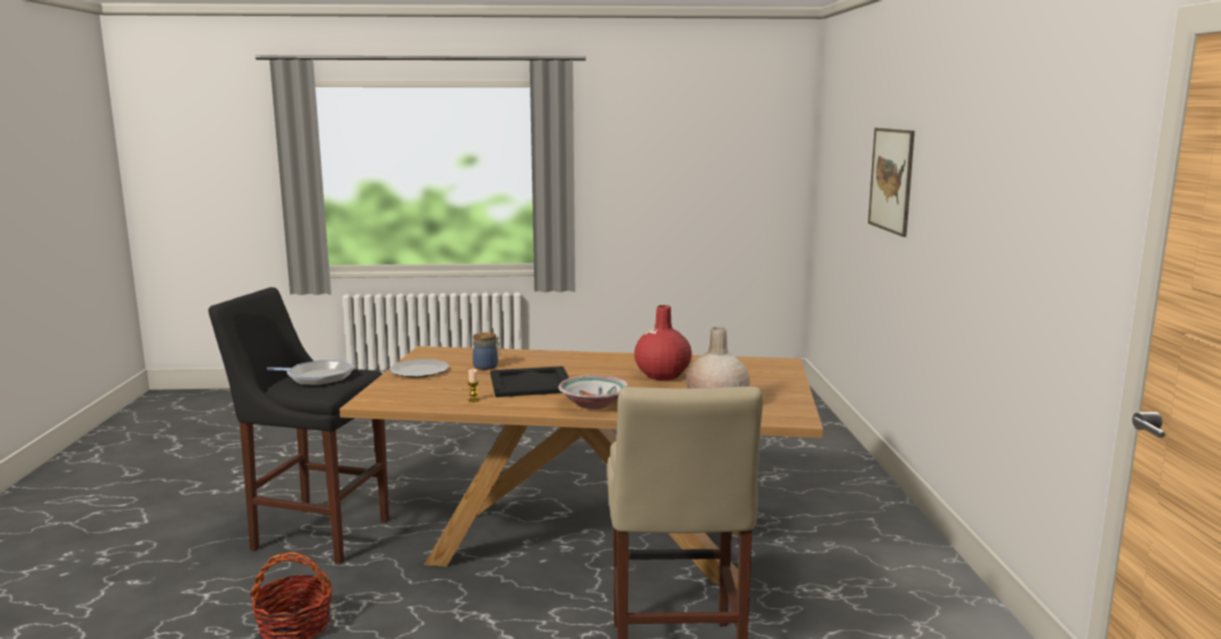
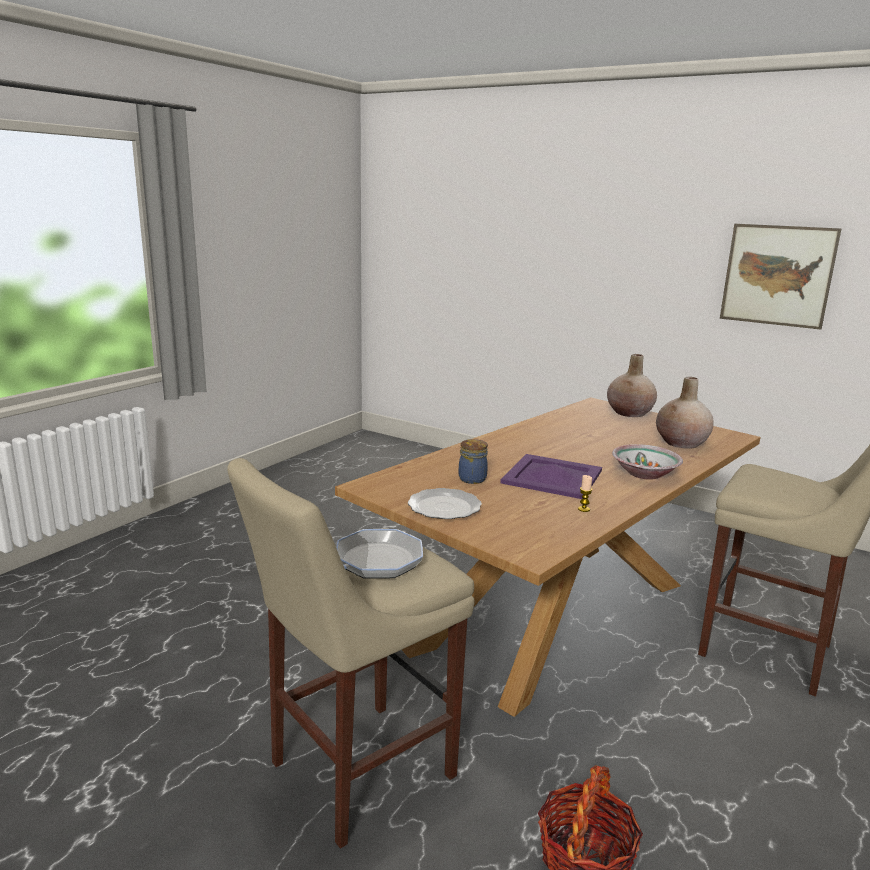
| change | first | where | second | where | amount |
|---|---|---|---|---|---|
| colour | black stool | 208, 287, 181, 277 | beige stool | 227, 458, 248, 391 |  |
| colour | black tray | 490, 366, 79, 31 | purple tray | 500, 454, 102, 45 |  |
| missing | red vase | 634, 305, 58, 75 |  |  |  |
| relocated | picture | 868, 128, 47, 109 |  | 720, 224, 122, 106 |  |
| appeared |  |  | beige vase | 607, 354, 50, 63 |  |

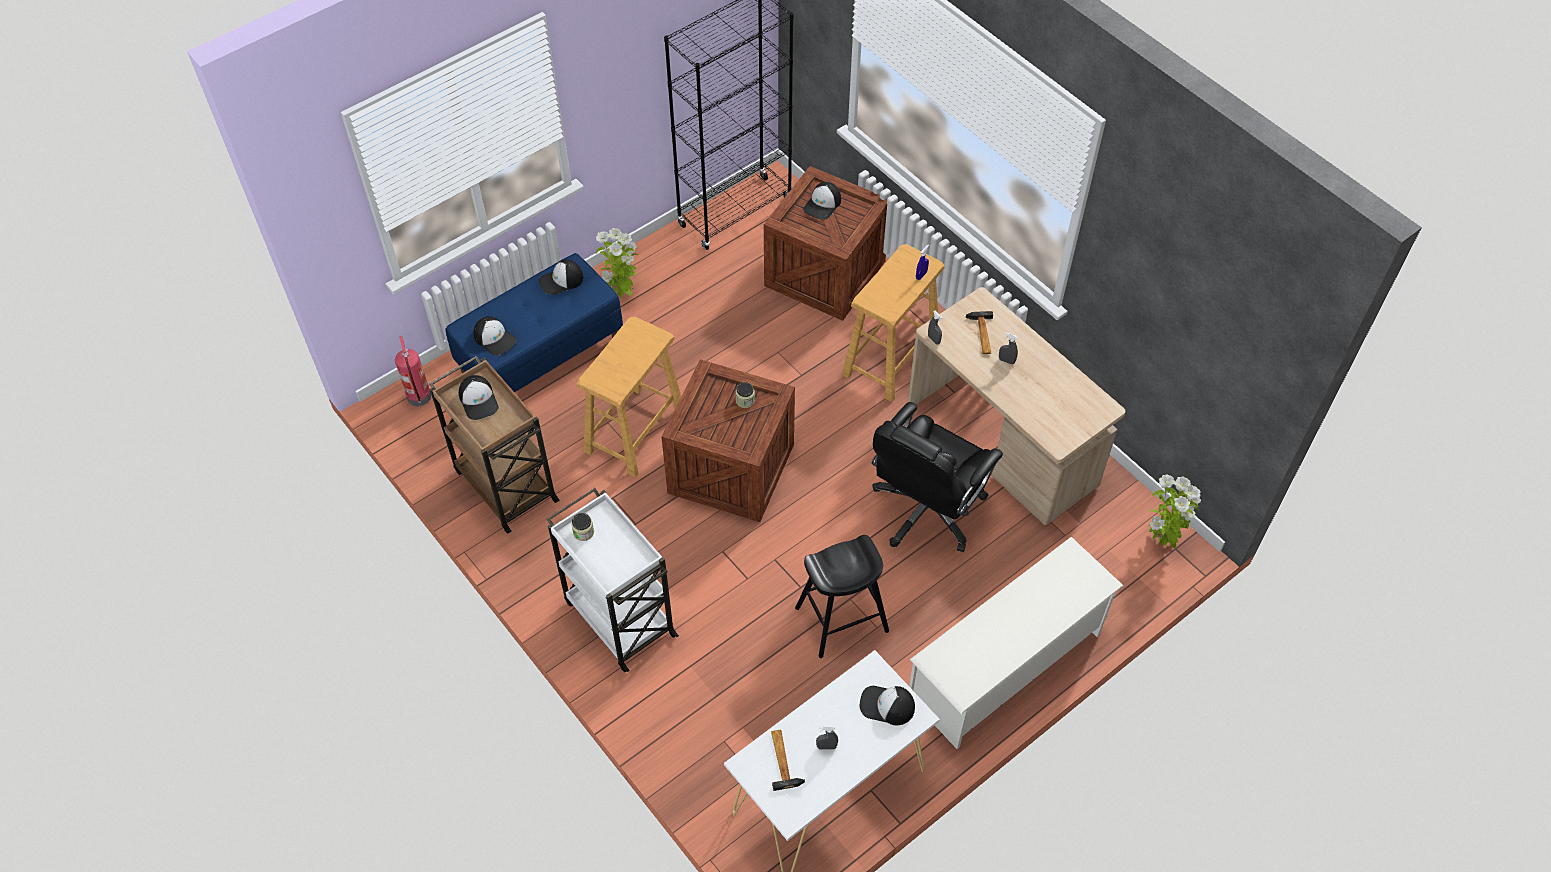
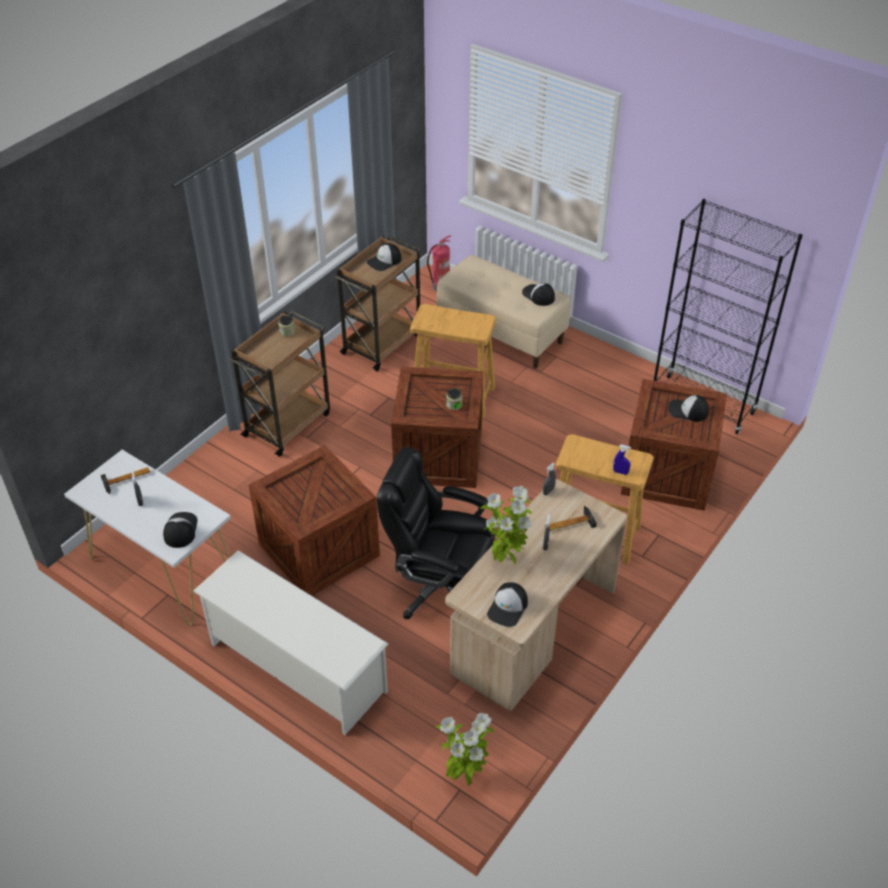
| change | first | where | second | where | amount |
|---|---|---|---|---|---|
| colour | blue bench | 446, 253, 177, 139 | beige bench | 437, 255, 134, 114 |  |
| relocated | cap | 473, 316, 44, 39 |  | 487, 582, 41, 45 |  |
| colour | white cart | 547, 488, 132, 184 | brown cart | 229, 311, 101, 146 |  |
| relocated | potted plant | 596, 228, 43, 69 |  | 480, 486, 52, 78 |  |
| exchanged | black stool | 795, 535, 94, 123 | crate | 249, 445, 131, 151 |  |

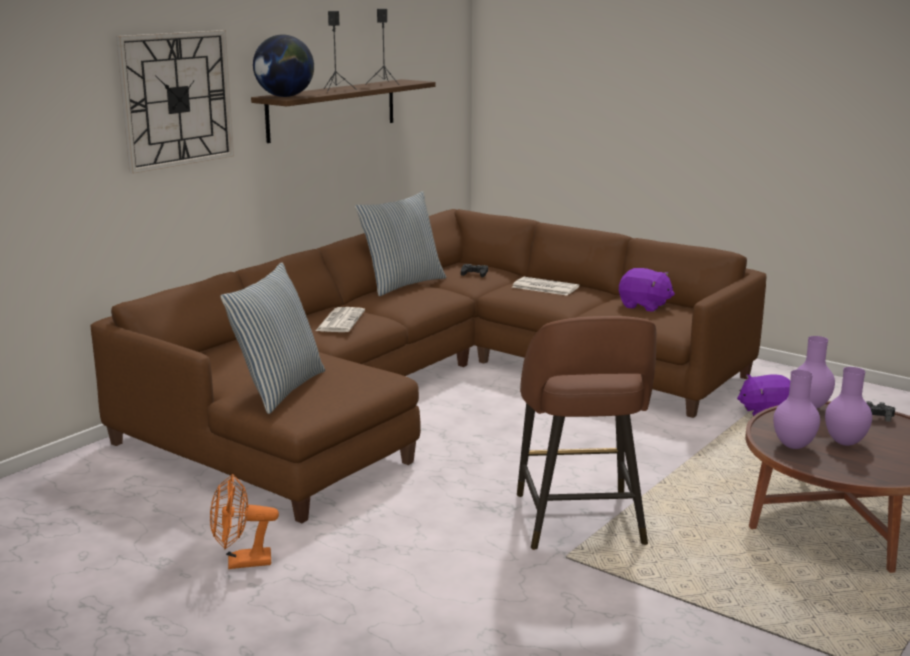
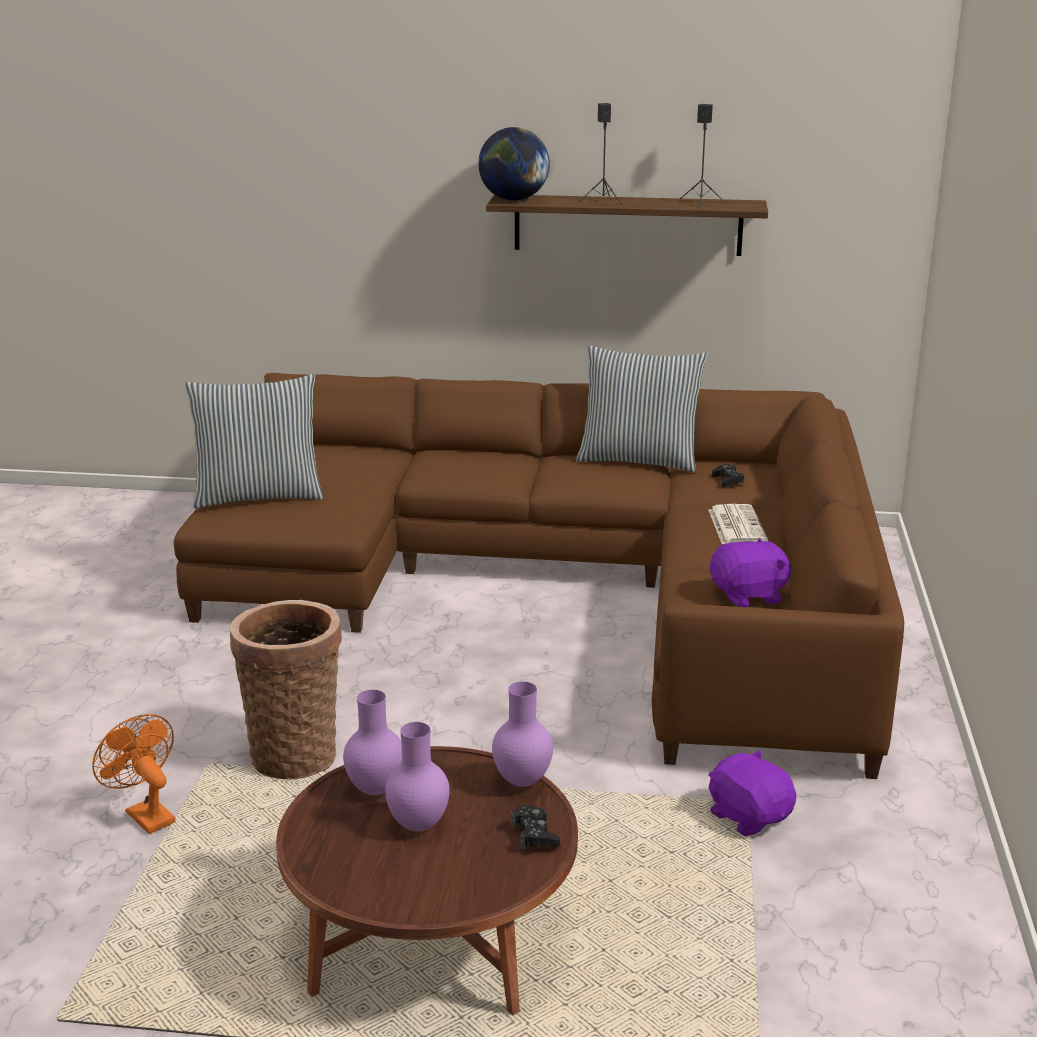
| change | first | where | second | where | amount |
|---|---|---|---|---|---|
| missing | wall clock | 116, 30, 118, 143 |  |  |  |
| relocated | orange fan | 210, 474, 69, 95 |  | 92, 714, 83, 120 |  |
| missing | newspaper | 315, 307, 50, 25 |  |  |  |
| exchanged | brown stool | 517, 316, 139, 234 | basket | 230, 600, 112, 180 |  |
| spun | purple plush toy | 619, 268, 56, 44 |  | 710, 537, 82, 70 | 105 degrees counterclockwise |

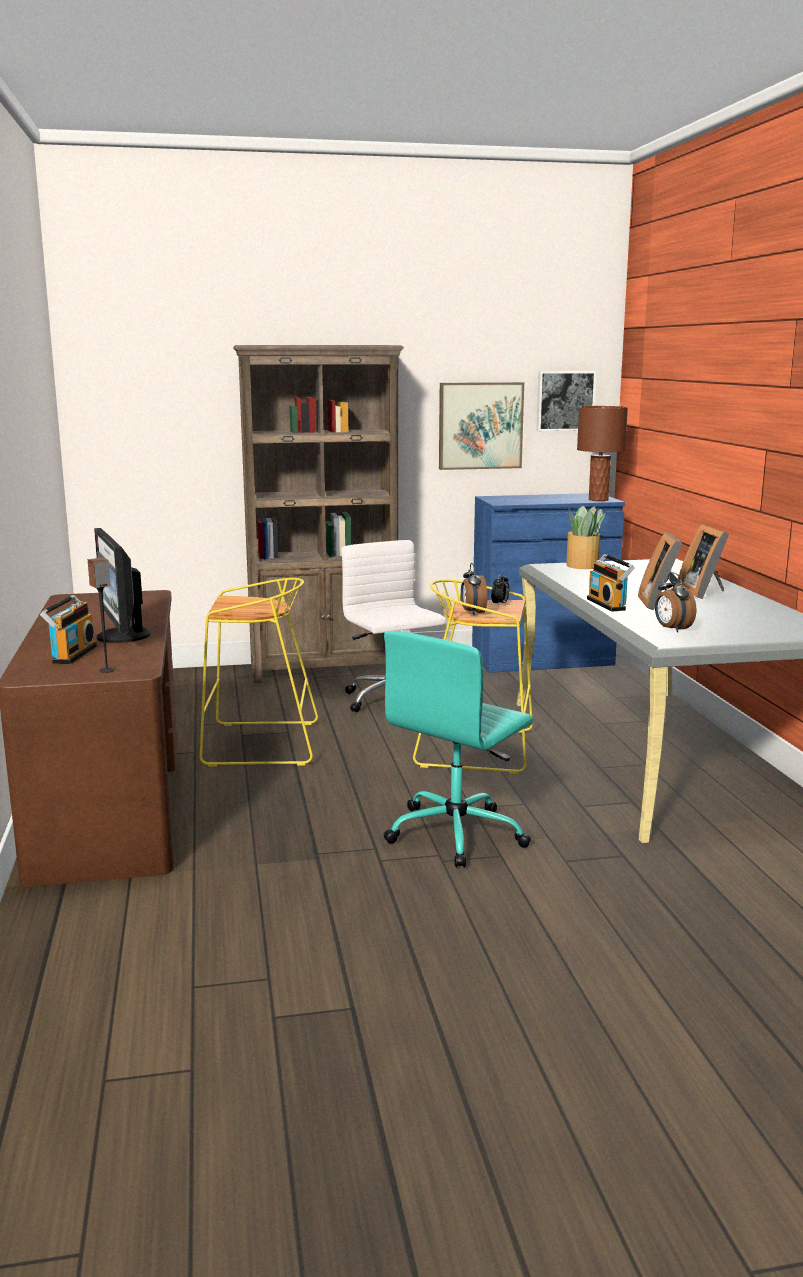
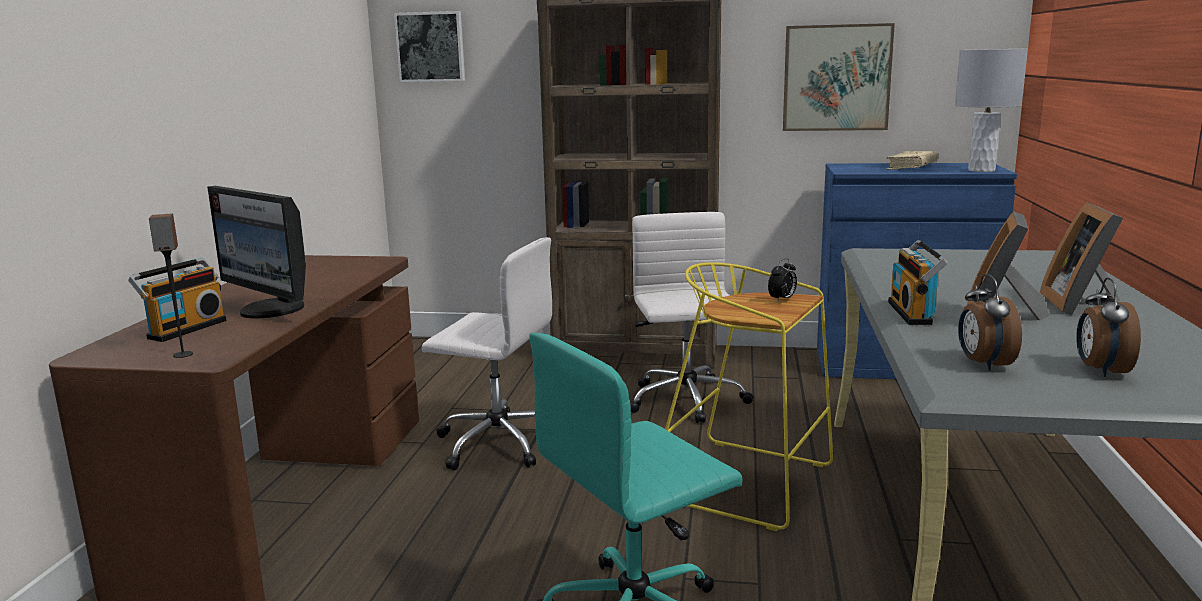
| change | first | where | second | where | amount |
|---|---|---|---|---|---|
| spun | monitor | 94, 528, 57, 115 |  | 207, 186, 99, 133 | 45 degrees counterclockwise |
| exchanged | yellow stool | 200, 578, 118, 189 | white office chair | 422, 237, 130, 234 |  |
| relocated | alarm clock | 461, 563, 26, 52 |  | 1076, 278, 65, 99 |  |
| relocated | picture | 536, 371, 60, 60 |  | 394, 11, 71, 71 |  |
| missing | potted plant | 566, 506, 40, 63 |  |  |  |
| colour | brown table lamp | 577, 406, 51, 95 | grey table lamp | 955, 49, 73, 123 |  |
| appeared |  |  | beige book | 887, 151, 51, 19 |  |

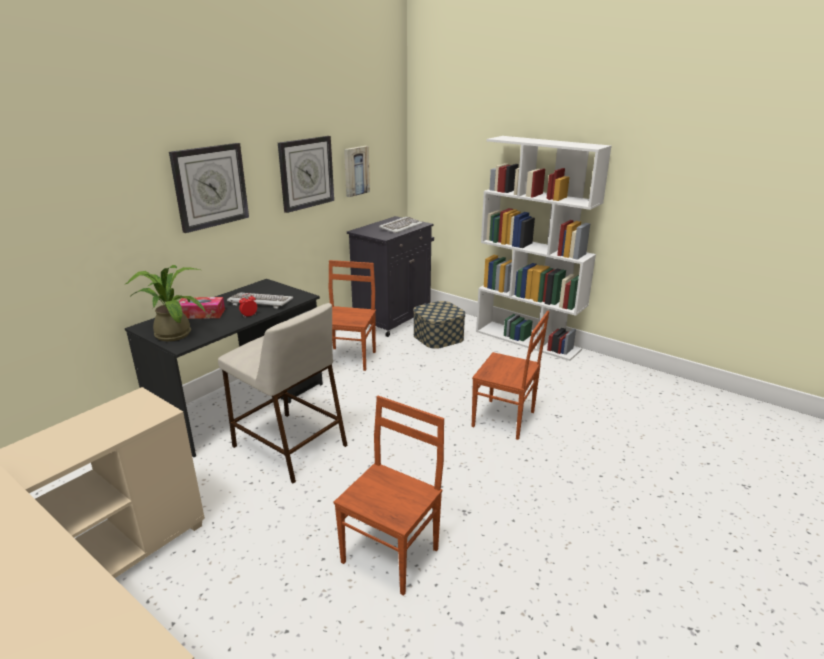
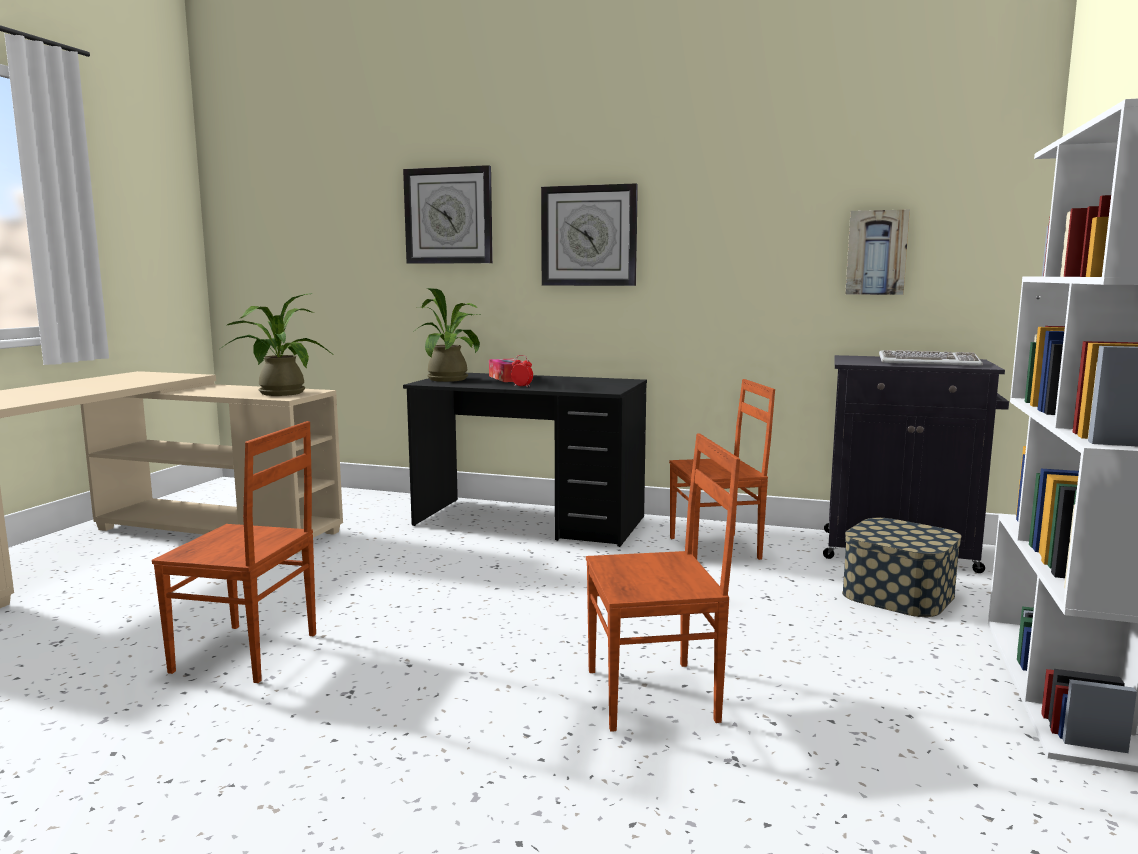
| change | first | where | second | where | amount |
|---|---|---|---|---|---|
| missing | beige stool | 218, 303, 130, 181 |  |  |  |
| missing | keyboard | 227, 292, 66, 17 |  |  |  |
| relocated | wall clock | 278, 136, 56, 77 |  | 403, 165, 90, 99 |  |
| spun | brown chair | 472, 311, 77, 129 |  | 586, 433, 154, 299 | 105 degrees counterclockwise |
| appeared |  |  | potted plant | 220, 293, 114, 103 |  |

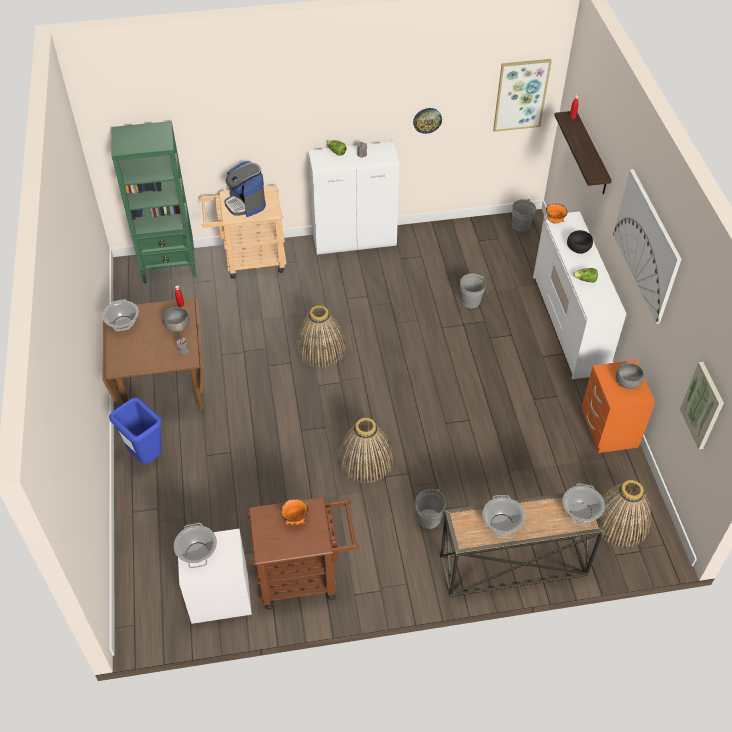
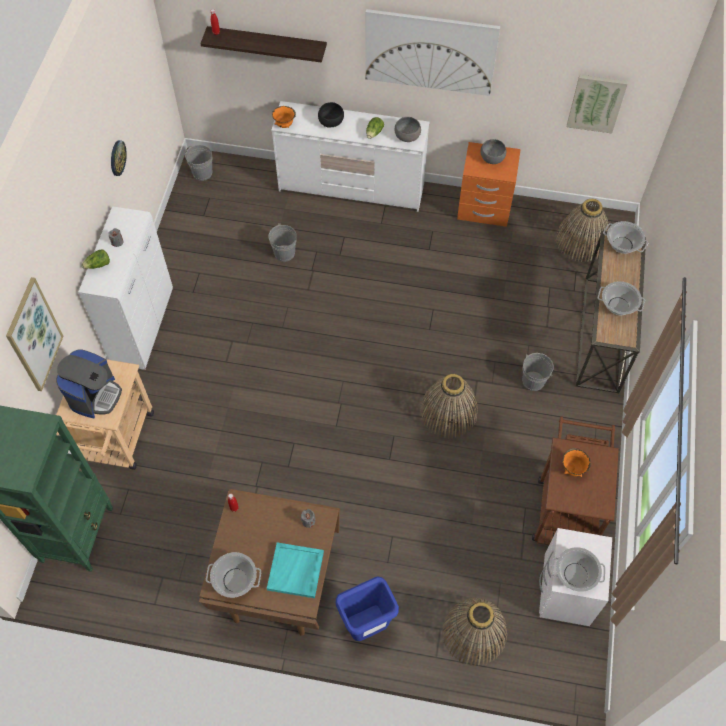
| change | first | where | second | where | amount |
|---|---|---|---|---|---|
| relocated | grey bowl | 163, 307, 27, 25 |  | 395, 117, 26, 25 |  |
| spun | coffee machine | 224, 161, 42, 56 |  | 56, 350, 66, 68 | 60 degrees counterclockwise |
| relocated | basket | 296, 305, 50, 63 |  | 442, 598, 65, 68 |  |
| relocated | picture | 493, 59, 59, 73 |  | 6, 277, 58, 114 |  |
| appeared |  |  | turquoise tray | 267, 542, 57, 56 |  |

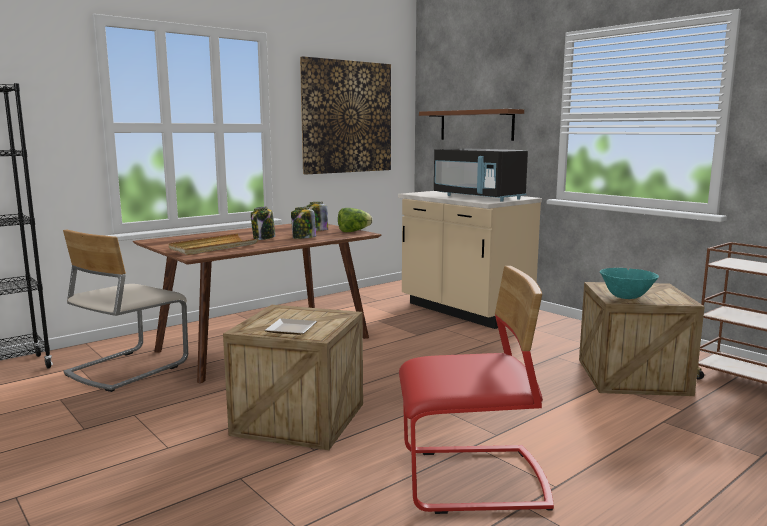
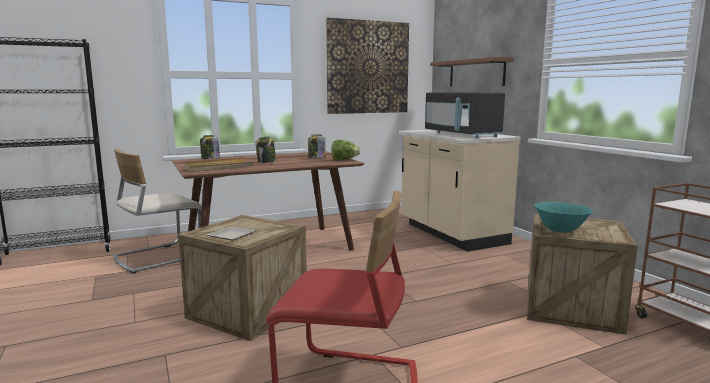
| change | first | where | second | where | amount |
|---|---|---|---|---|---|
| relocated | jar | 291, 207, 25, 32 |  | 200, 135, 20, 24 |  |

